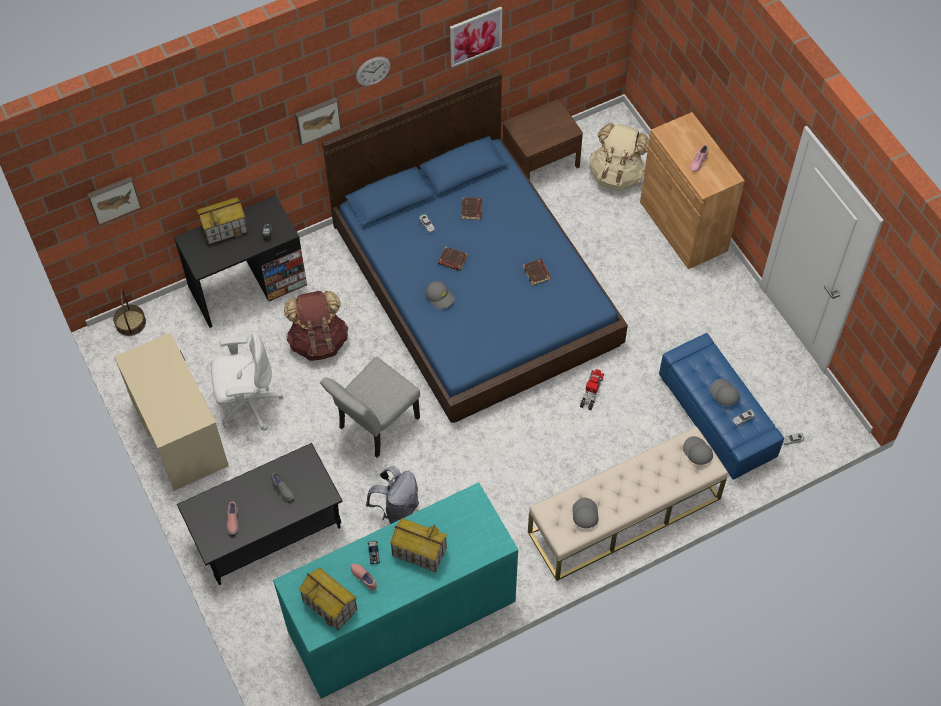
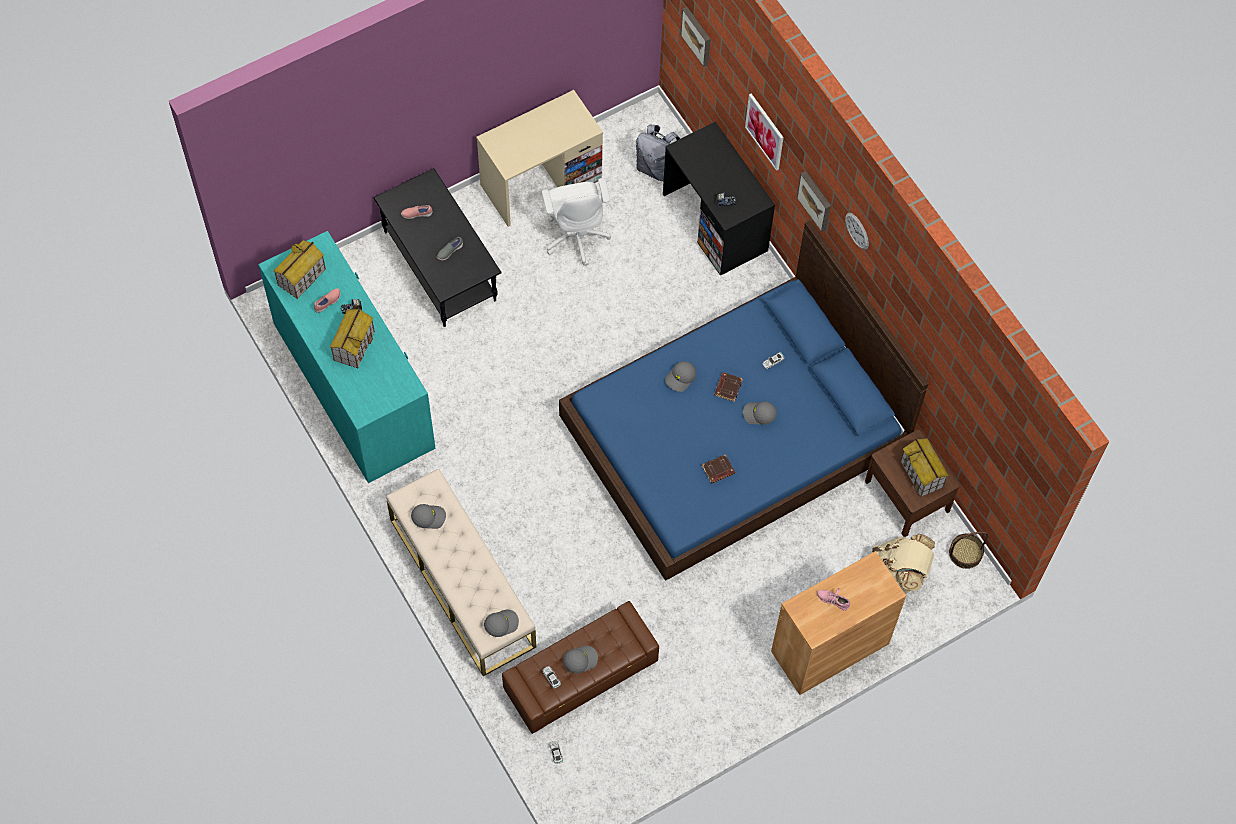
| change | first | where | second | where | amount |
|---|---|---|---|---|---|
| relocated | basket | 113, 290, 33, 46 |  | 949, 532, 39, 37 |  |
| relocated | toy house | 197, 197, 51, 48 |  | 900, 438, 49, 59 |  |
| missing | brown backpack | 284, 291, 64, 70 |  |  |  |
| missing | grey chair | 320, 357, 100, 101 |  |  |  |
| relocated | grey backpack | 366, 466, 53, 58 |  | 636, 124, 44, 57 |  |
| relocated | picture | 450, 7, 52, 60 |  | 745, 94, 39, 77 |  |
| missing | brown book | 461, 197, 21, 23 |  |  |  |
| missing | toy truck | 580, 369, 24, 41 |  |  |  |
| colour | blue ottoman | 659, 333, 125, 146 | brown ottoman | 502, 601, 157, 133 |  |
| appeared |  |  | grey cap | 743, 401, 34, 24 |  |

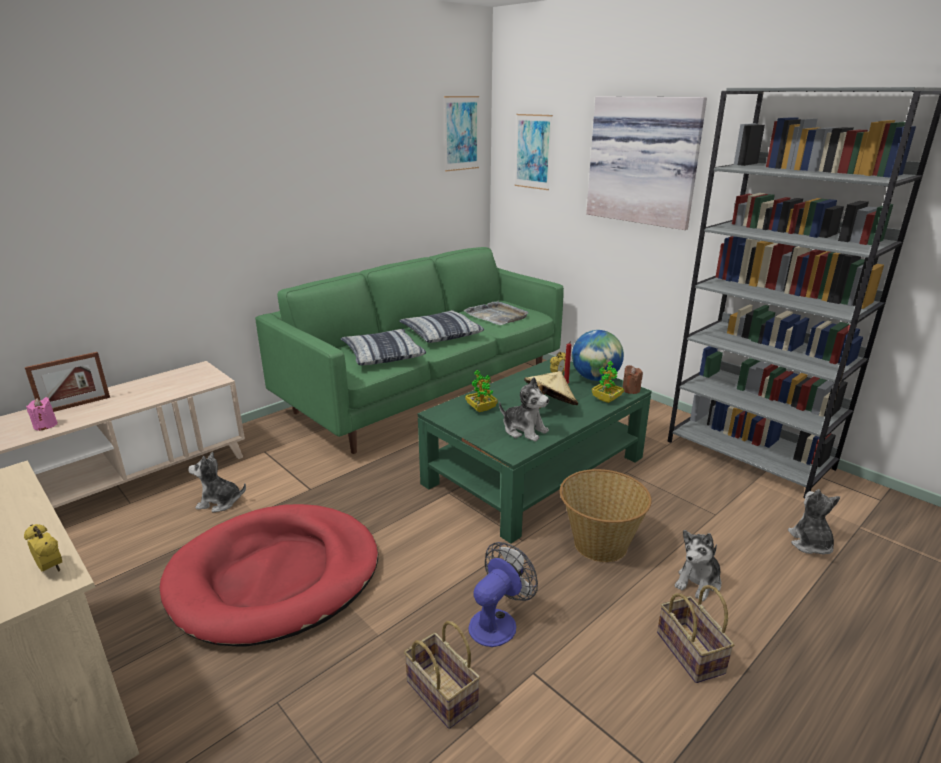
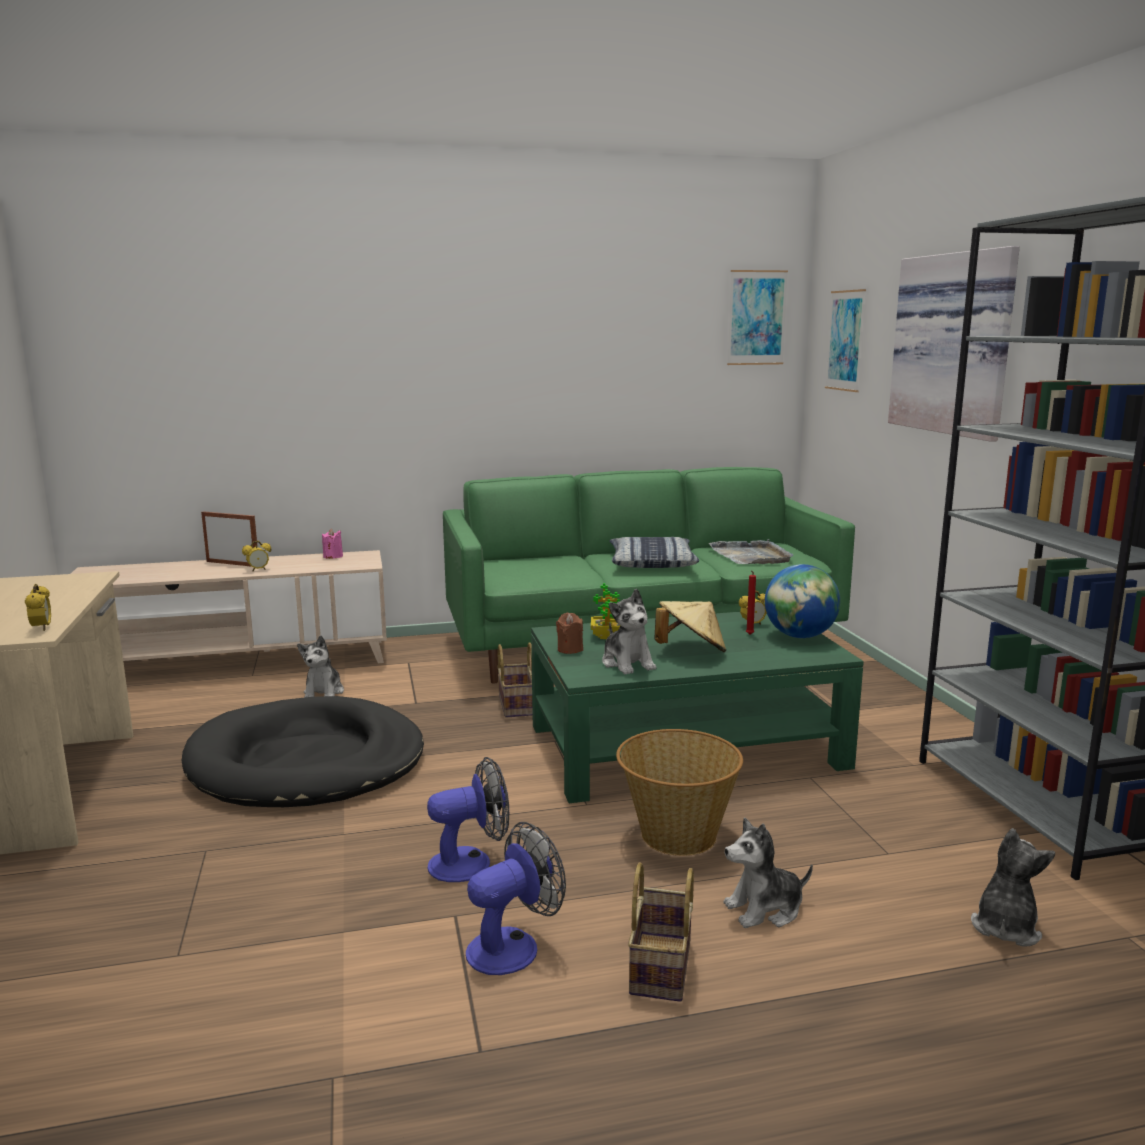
| change | first | where | second | where | amount |
|---|---|---|---|---|---|
| spun | picture frame | 25, 352, 85, 60 |  | 201, 511, 56, 55 | 150 degrees counterclockwise |
| relocated | pink candle | 26, 397, 32, 34 |  | 322, 529, 21, 30 |  |
| colour | red dog bed | 160, 504, 218, 143 | black dog bed | 182, 696, 242, 111 |  |
| spun | plush toy | 188, 452, 58, 60 |  | 297, 635, 47, 62 | 120 degrees counterclockwise |
| missing | pillow | 341, 329, 85, 36 |  |  |  |
| relocated | basket | 404, 621, 76, 108 |  | 497, 642, 36, 76 |  |
| missing | potted plant | 591, 361, 33, 42 |  |  |  |
| relocated | brown candle | 622, 365, 21, 29 |  | 556, 613, 27, 41 |  |
| appeared |  |  | alarm clock | 242, 541, 29, 30 |  |
| appeared |  |  | fan | 466, 822, 100, 153 |  |

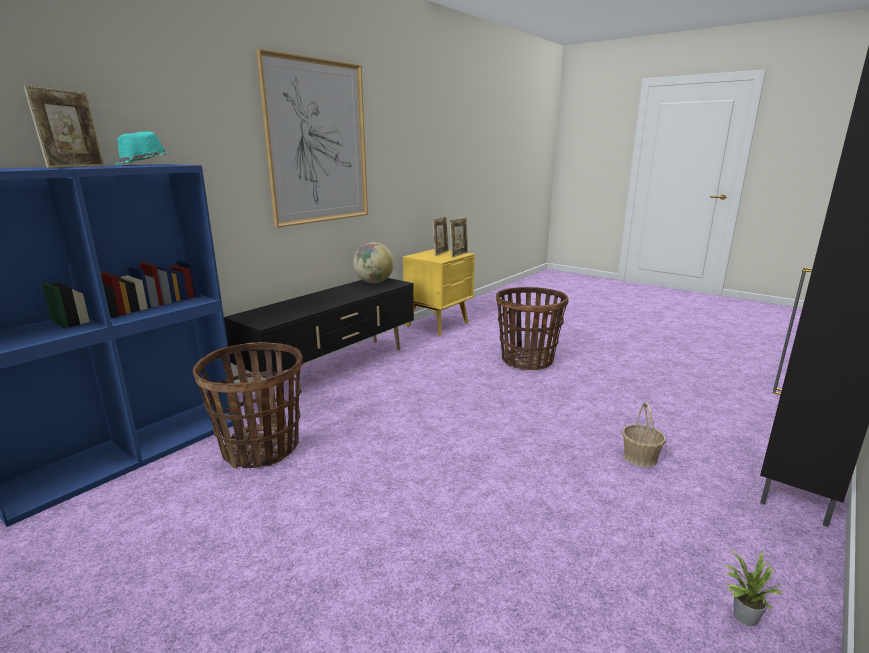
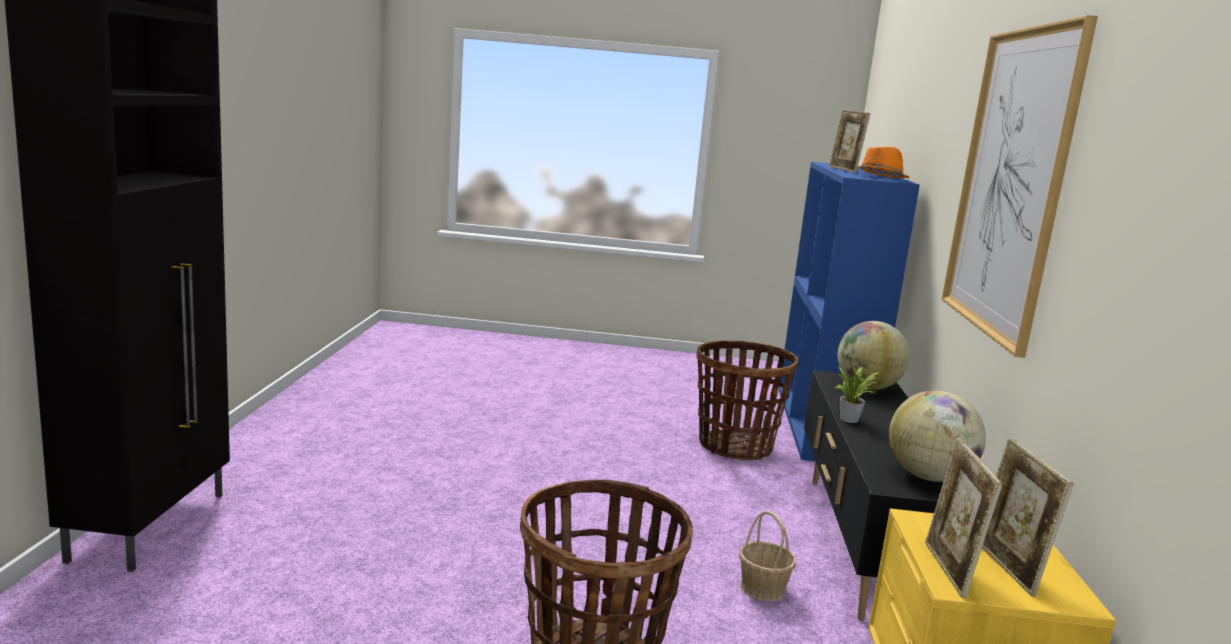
| change | first | where | second | where | amount |
|---|---|---|---|---|---|
| colour | turquoise hat | 115, 131, 55, 34 | orange hat | 858, 147, 51, 31 |  |
| relocated | basket | 622, 402, 44, 65 |  | 739, 510, 57, 92 |  |
| relocated | potted plant | 724, 549, 59, 77 |  | 835, 366, 45, 57 |  |
| appeared |  |  | globe | 838, 321, 71, 69 |  |

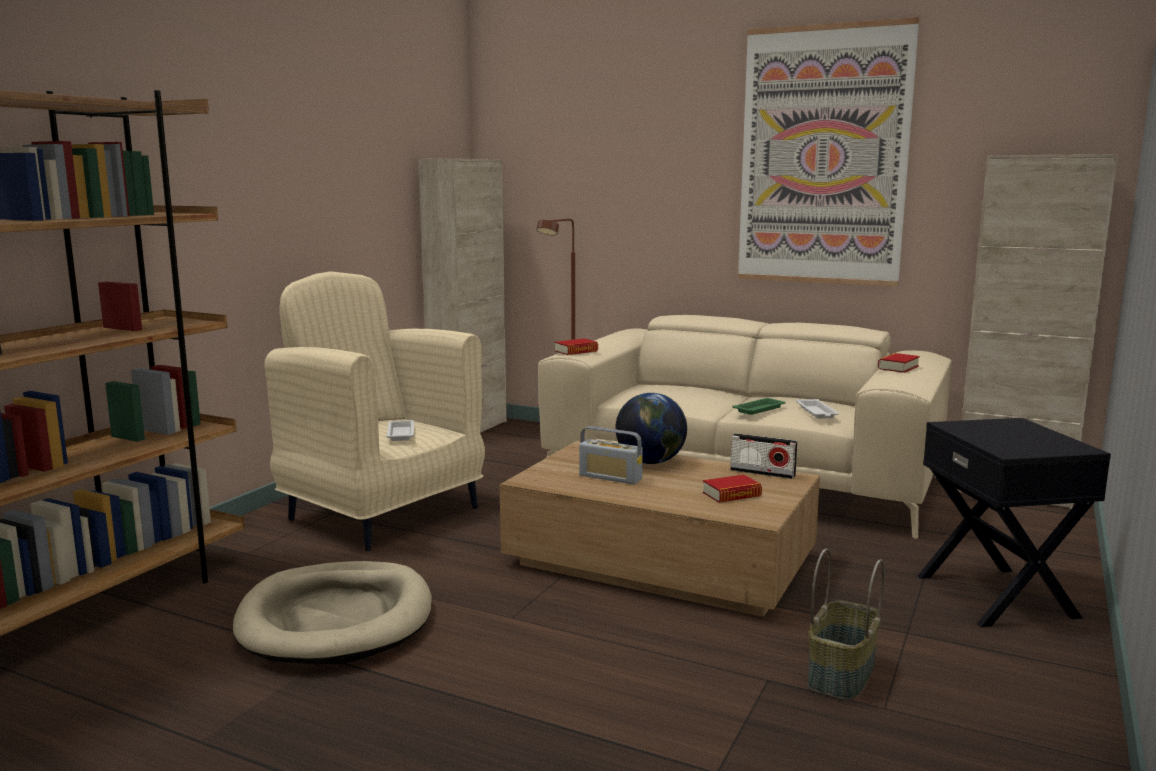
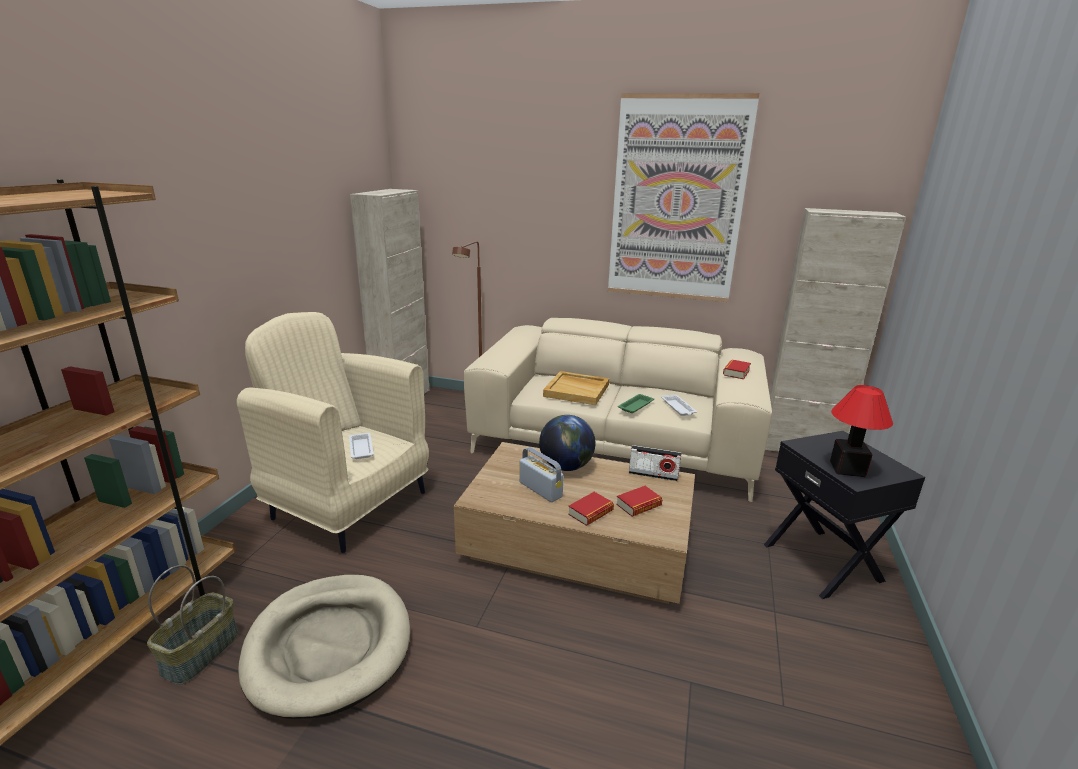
| change | first | where | second | where | amount |
|---|---|---|---|---|---|
| relocated | book | 555, 338, 43, 17 |  | 568, 492, 46, 34 |  |
| spun | radio | 579, 426, 64, 58 |  | 519, 447, 45, 55 | 150 degrees counterclockwise |
| relocated | basket | 807, 548, 78, 152 |  | 147, 565, 92, 120 |  |
| appeared |  |  | beige tray | 543, 371, 66, 34 |  |
| appeared |  |  | table lamp | 830, 385, 63, 92 |  |

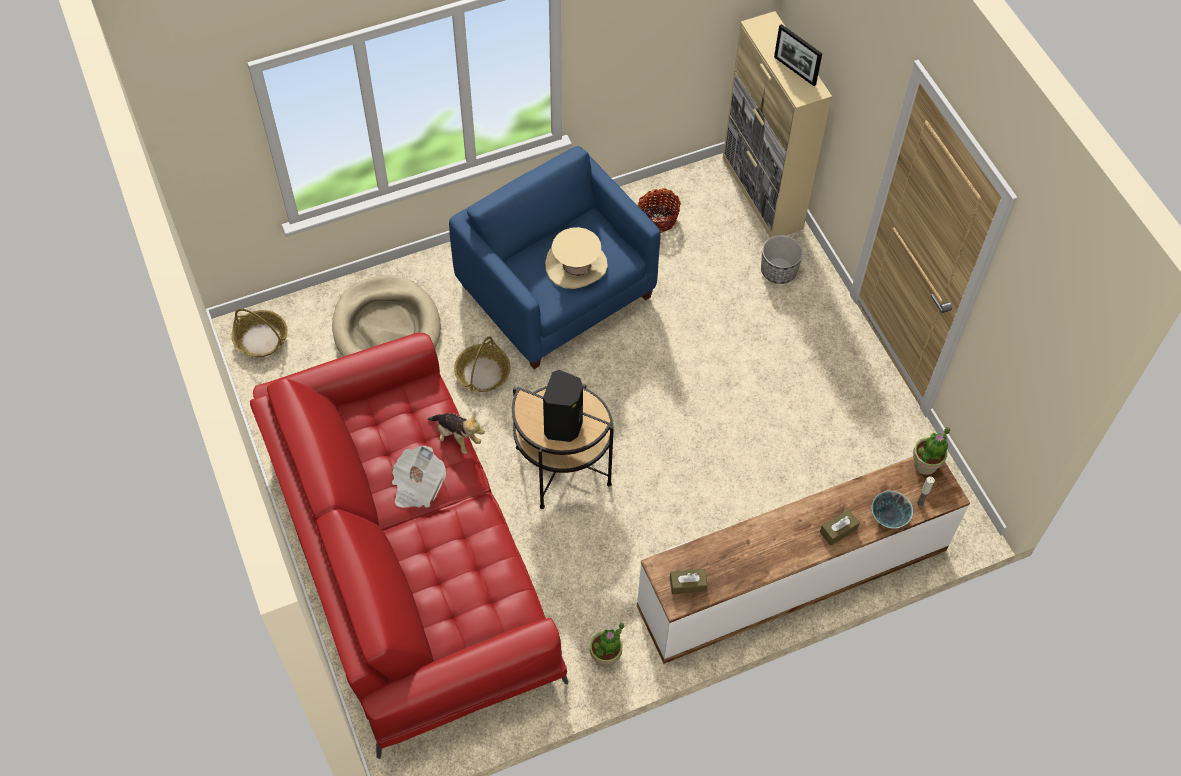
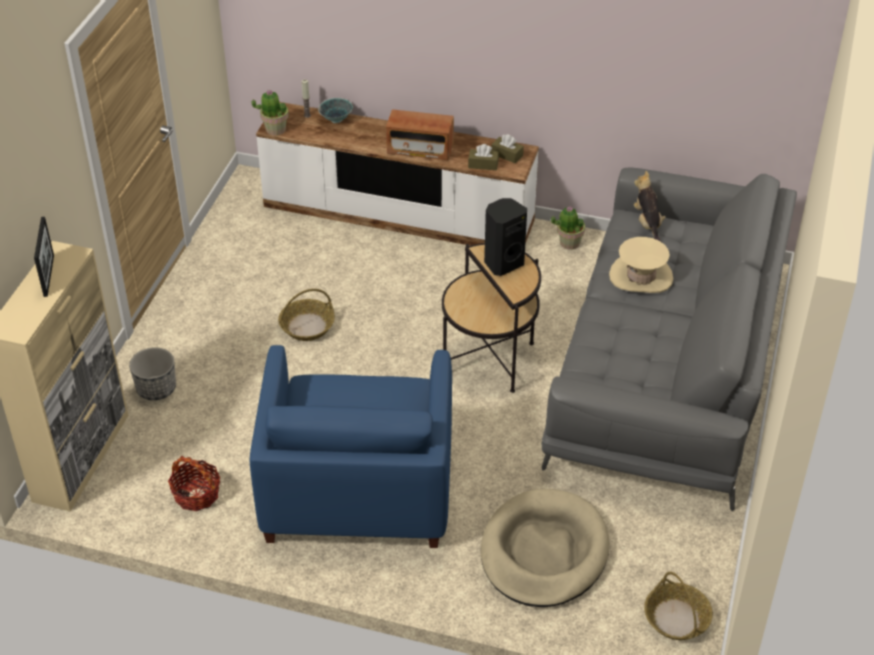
| change | first | where | second | where | amount |
|---|---|---|---|---|---|
| colour | red sofa | 250, 333, 319, 426 | grey sofa | 541, 167, 256, 344 |  |
| missing | newspaper | 392, 445, 54, 63 |  |  |  |
| relocated | plush toy | 428, 413, 57, 41 |  | 634, 171, 32, 71 |  |
| relocated | basket | 454, 336, 57, 56 |  | 278, 289, 57, 52 |  |
| relocated | beige hat | 545, 227, 63, 62 |  | 609, 237, 64, 56 |  |
| relocated | brown tissue box | 820, 510, 40, 36 |  | 468, 144, 31, 26 |  |
| appeared |  |  | radio | 386, 109, 68, 51 |  |

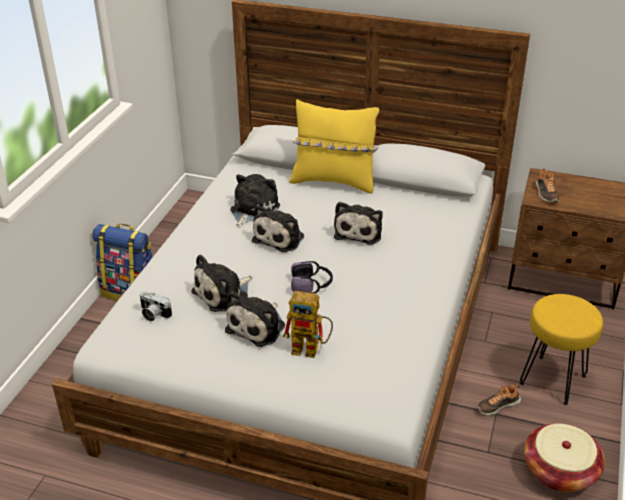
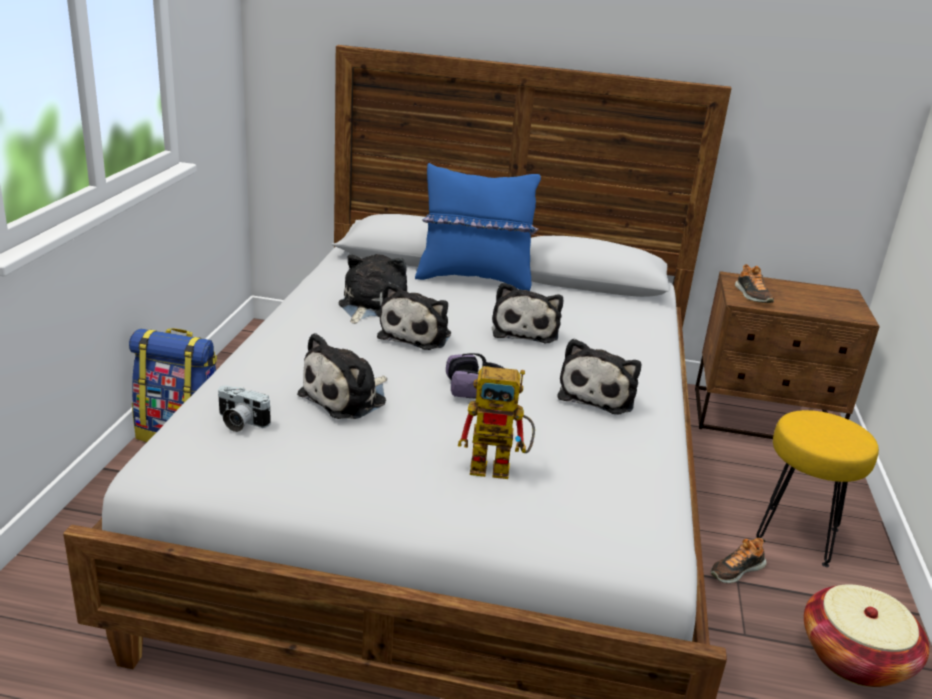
| change | first | where | second | where | amount |
|---|---|---|---|---|---|
| relocated | plush toy | 225, 291, 60, 56 |  | 557, 338, 84, 76 |  |
| colour | yellow pillow | 290, 99, 89, 95 | blue pillow | 415, 163, 126, 128 |  |

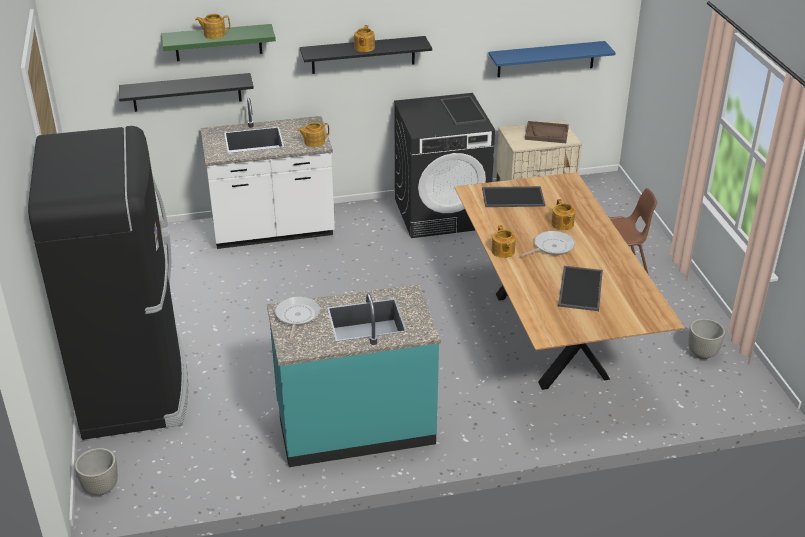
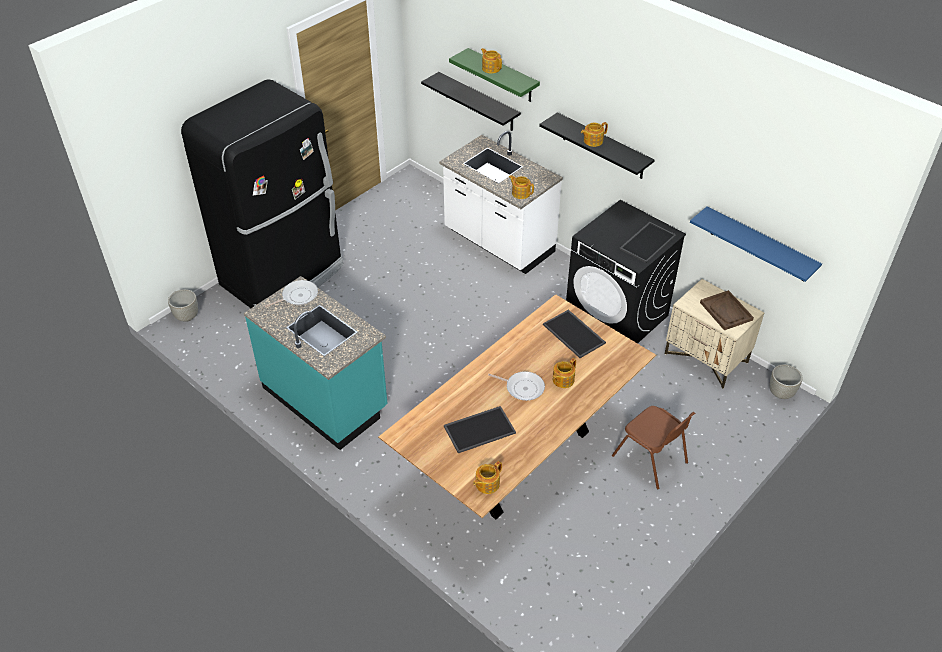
| change | first | where | second | where | amount |
|---|---|---|---|---|---|
| relocated | teapot | 492, 225, 24, 33 |  | 473, 461, 29, 33 |  |
| relocated | grey planter | 688, 319, 37, 40 |  | 769, 365, 34, 34 |  |

